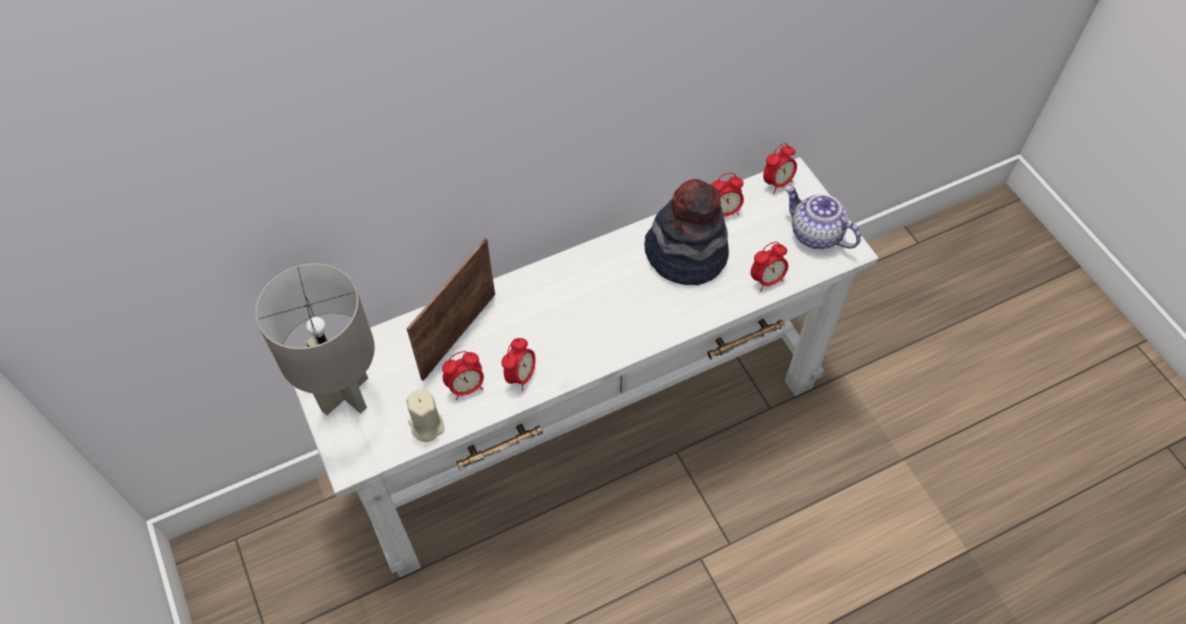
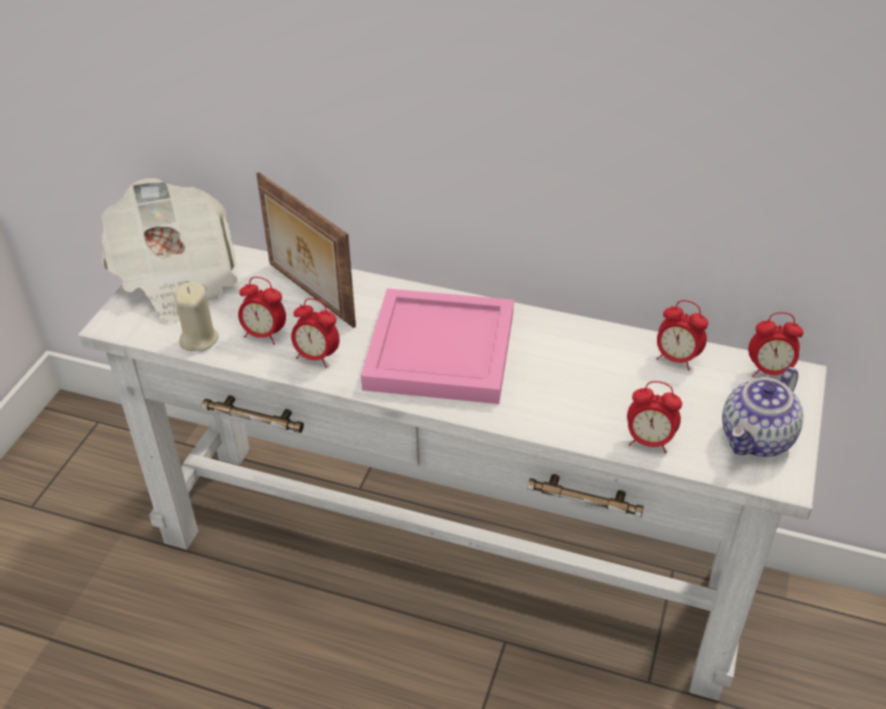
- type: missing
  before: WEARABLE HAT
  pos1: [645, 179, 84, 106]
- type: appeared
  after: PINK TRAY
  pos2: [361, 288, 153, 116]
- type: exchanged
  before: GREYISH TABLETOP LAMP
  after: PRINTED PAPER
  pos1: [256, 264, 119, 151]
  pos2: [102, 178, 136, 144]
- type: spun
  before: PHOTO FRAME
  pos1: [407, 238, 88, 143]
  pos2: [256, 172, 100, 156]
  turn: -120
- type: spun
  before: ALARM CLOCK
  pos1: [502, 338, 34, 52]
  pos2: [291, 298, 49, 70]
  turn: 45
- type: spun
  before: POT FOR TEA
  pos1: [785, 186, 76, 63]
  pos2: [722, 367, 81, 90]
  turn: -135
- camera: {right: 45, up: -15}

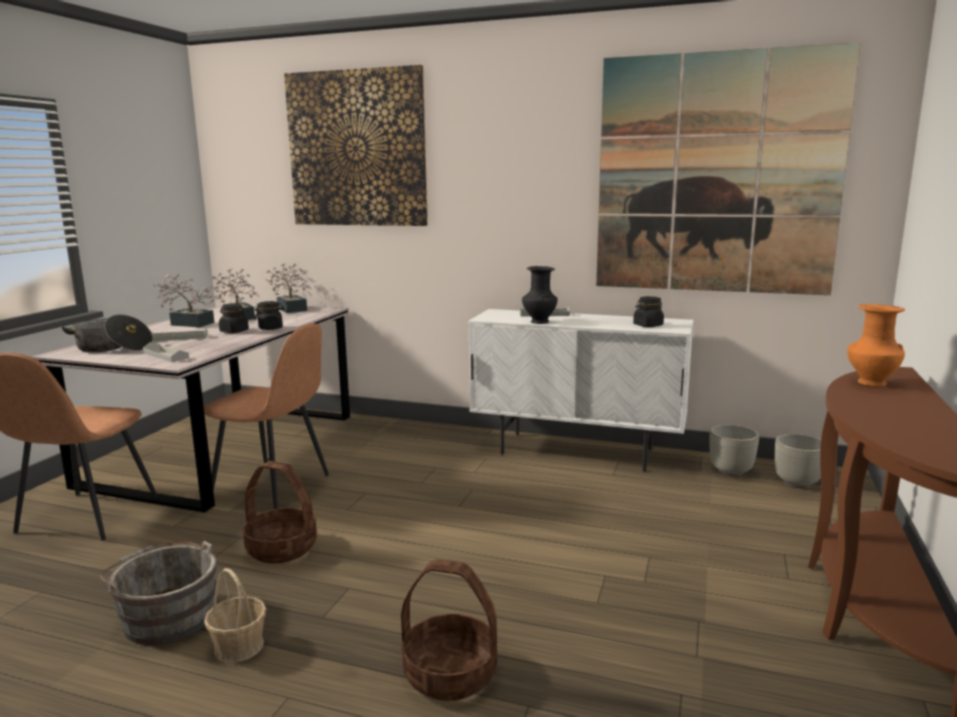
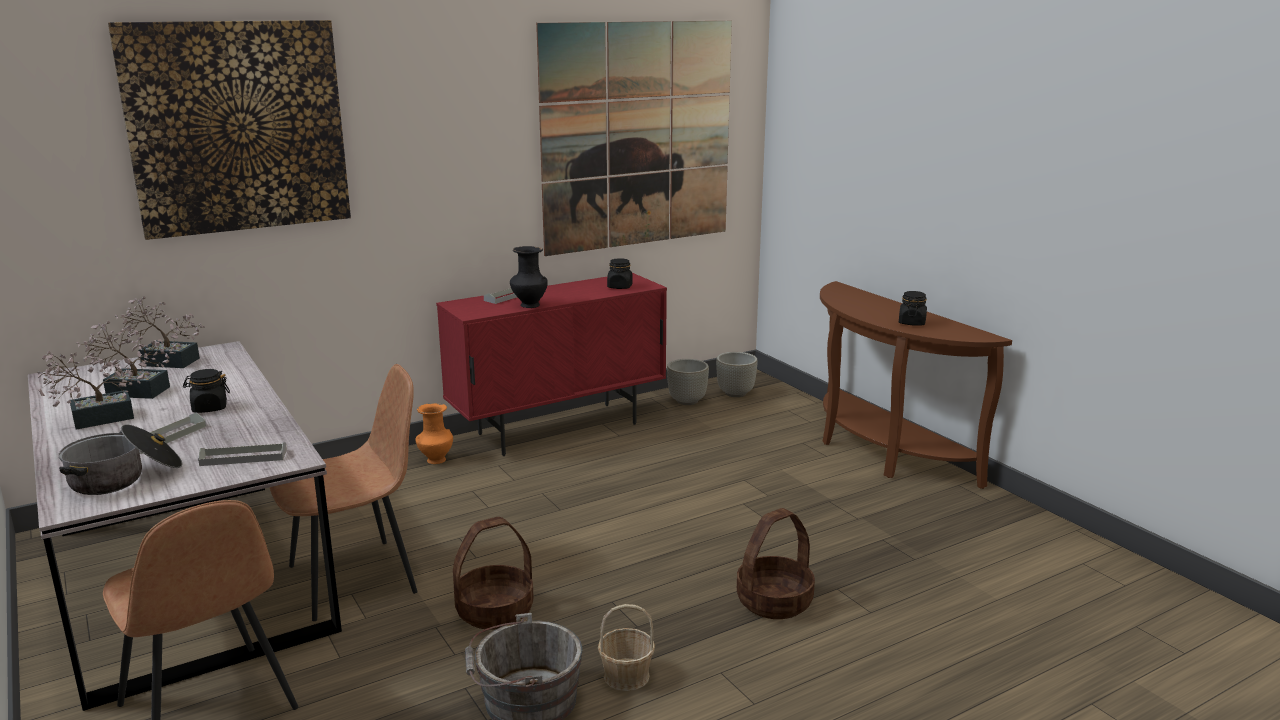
- type: relocated
  before: BLACK JAR
  pos1: [255, 301, 30, 29]
  pos2: [899, 291, 28, 35]
- type: relocated
  before: ORANGE VASE
  pos1: [847, 304, 58, 83]
  pos2: [415, 403, 38, 61]
- type: colour
  before: WHITISH CABINET
  after: REDDISH CABINET
  pos1: [468, 309, 226, 163]
  pos2: [436, 273, 231, 183]
- camera: {right: -50, up: 5}

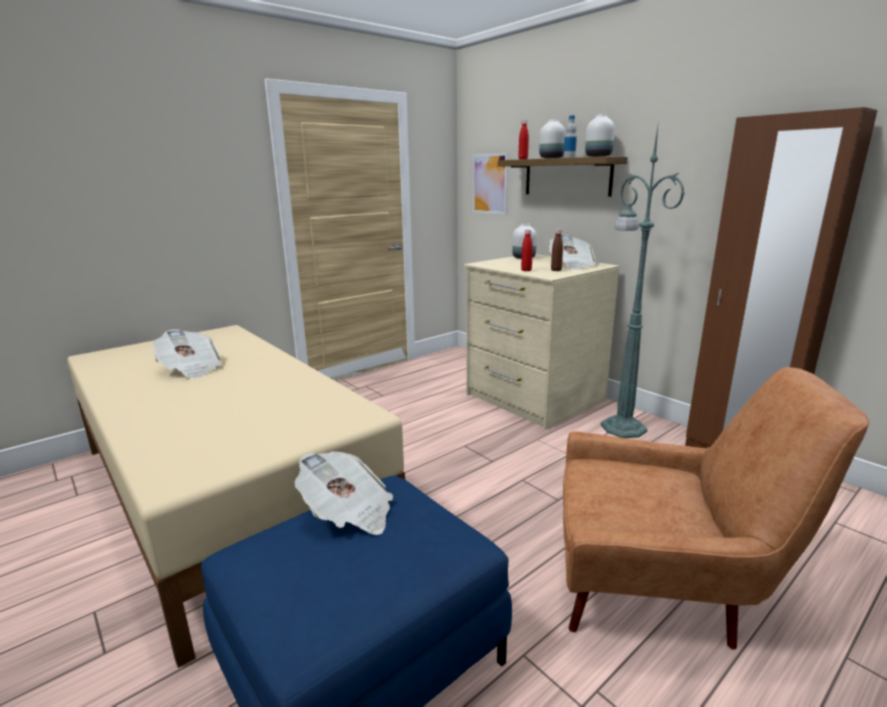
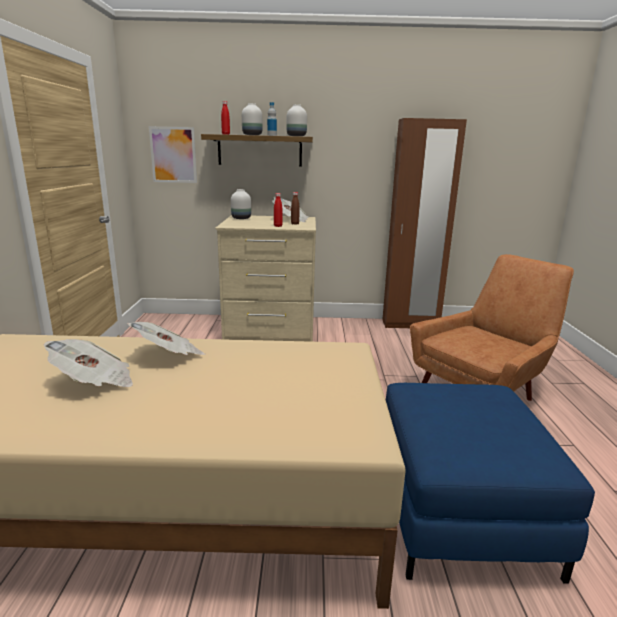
- type: missing
  before: GREEN STANDARD LAMP
  pos1: [601, 126, 84, 312]
- type: relocated
  before: PRINTED PAPER
  pos1: [294, 451, 99, 84]
  pos2: [127, 322, 79, 33]
- camera: {right: -50, up: 0}

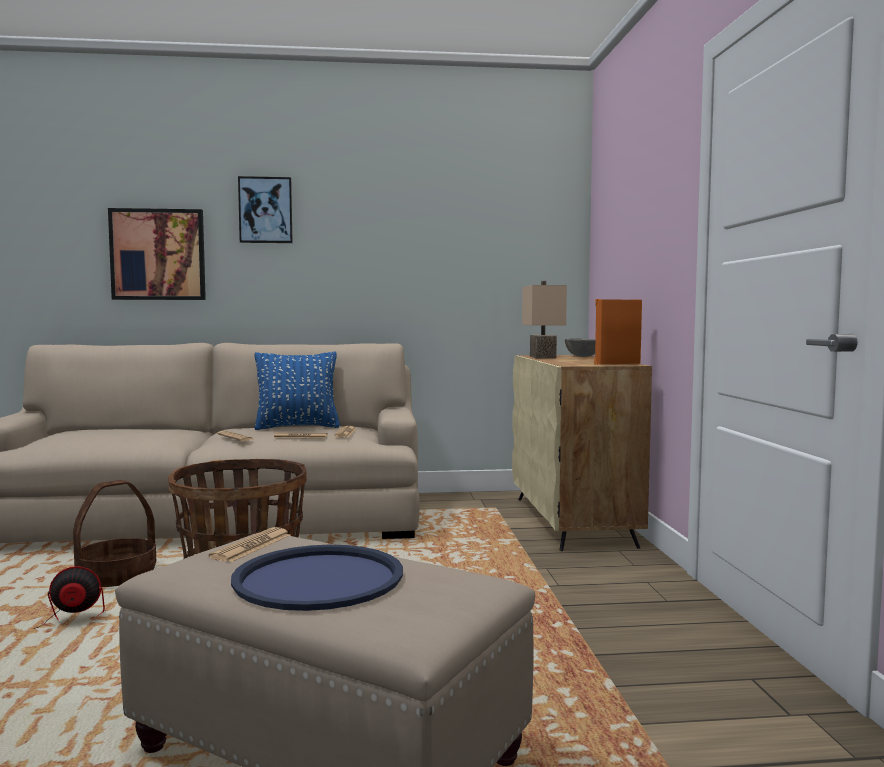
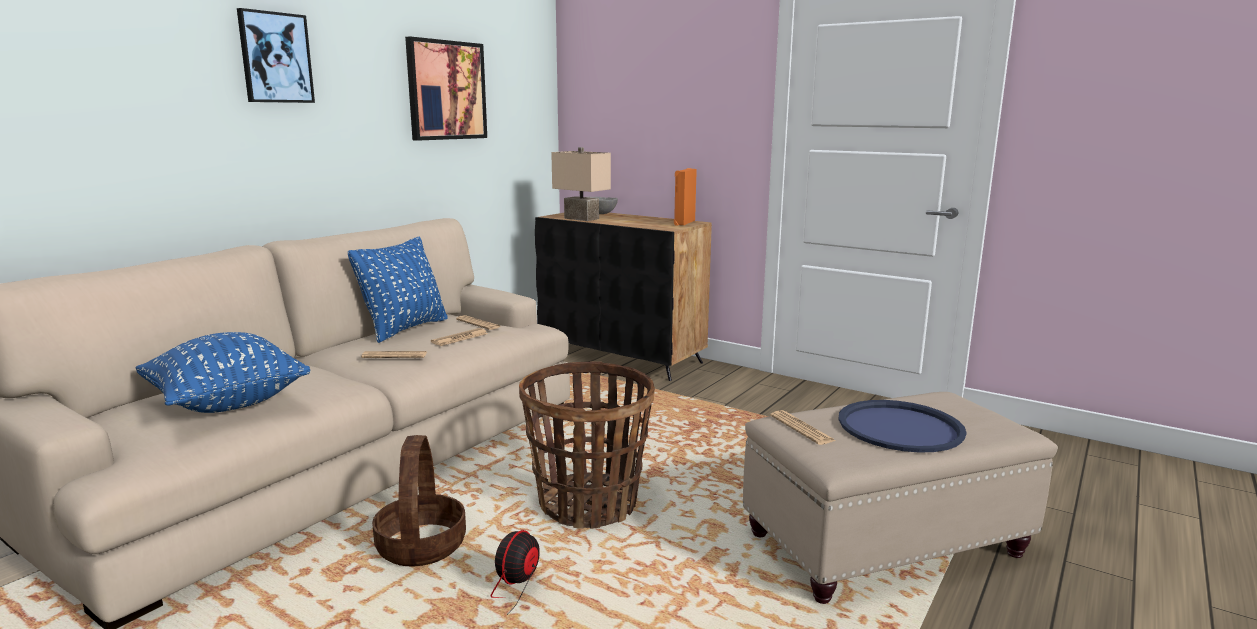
- type: appeared
  after: BLUE-COLOURED PILLOW
  pos2: [136, 332, 175, 81]
- type: relocated
  before: PICTURE
  pos1: [108, 208, 98, 92]
  pos2: [405, 36, 82, 105]
- type: colour
  before: BEIGE CABINET
  after: BLACK CABINET
  pos1: [512, 355, 140, 196]
  pos2: [535, 213, 177, 168]
- camera: {right: -50, up: 10}

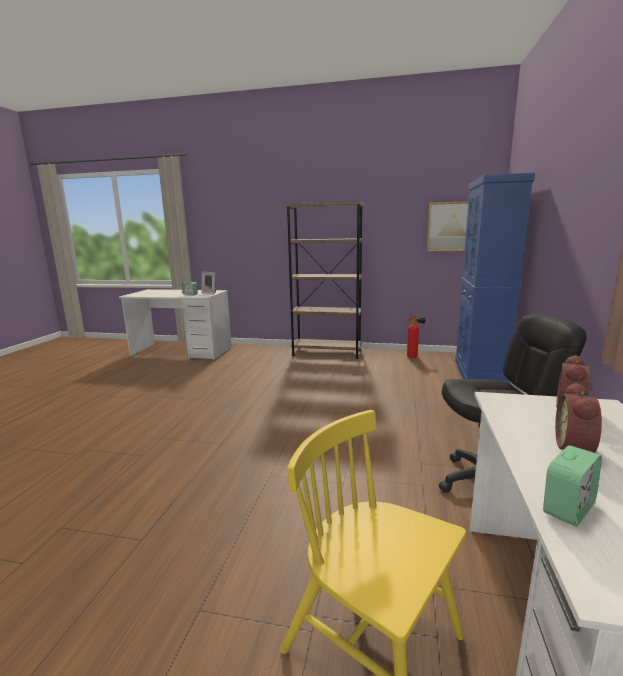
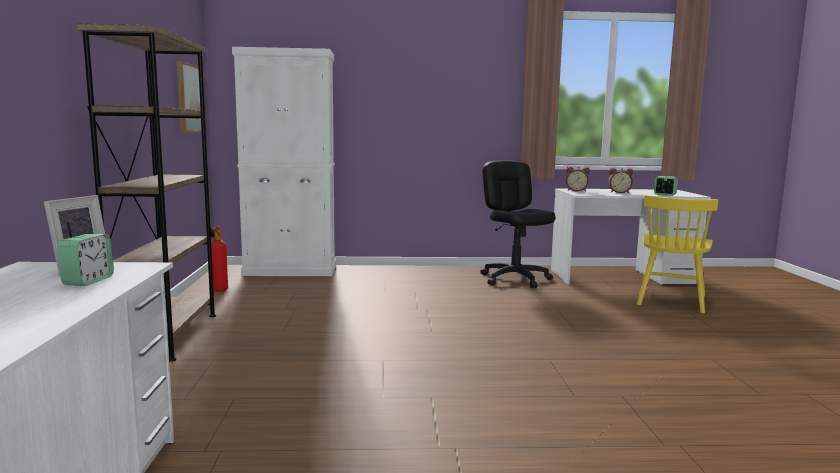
- type: colour
  before: BLUE-COLOURED CABINET
  after: WHITISH CABINET
  pos1: [455, 173, 80, 211]
  pos2: [232, 47, 104, 229]
- camera: {right: -105, up: -5}

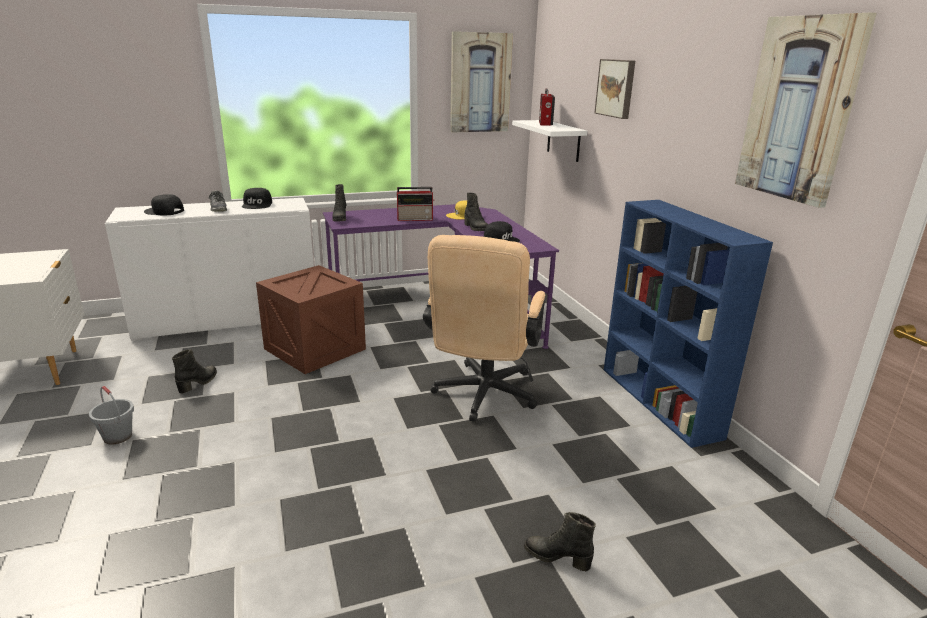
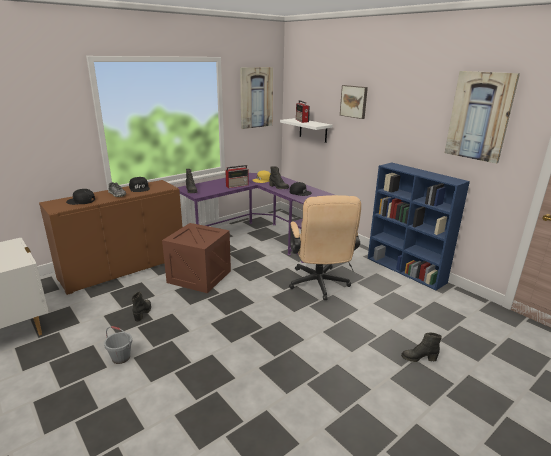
- type: colour
  before: WHITISH CABINET
  after: BROWN CABINET
  pos1: [105, 198, 209, 143]
  pos2: [39, 180, 144, 115]
- camera: {right: -20, up: 0}

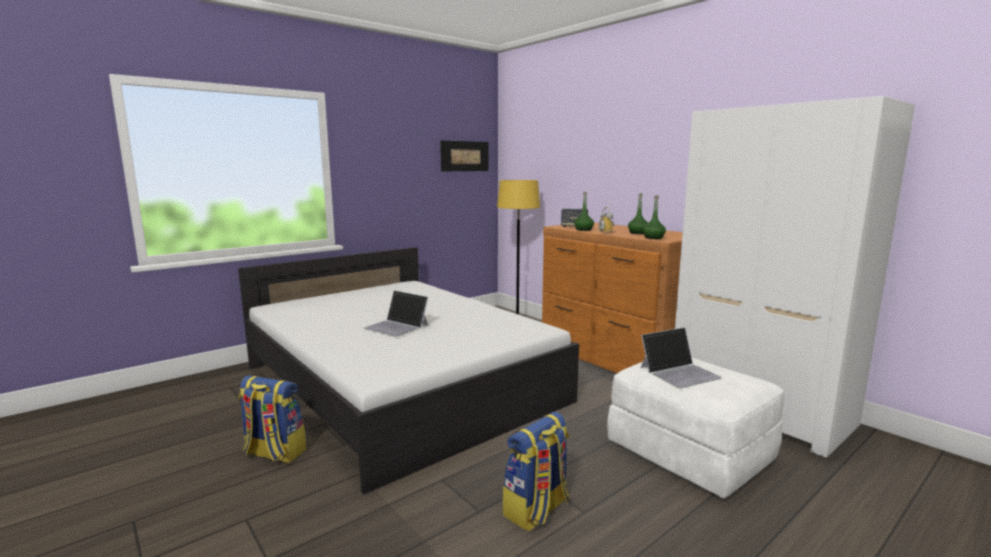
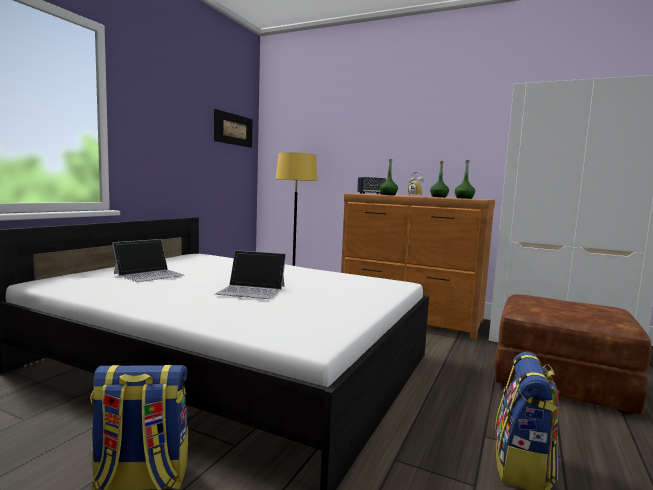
- type: relocated
  before: PORTABLE COMPUTER
  pos1: [640, 327, 82, 61]
  pos2: [112, 239, 72, 43]
- type: colour
  before: WHITISH OTTOMAN
  after: BROWN OTTOMAN
  pos1: [607, 357, 177, 142]
  pos2: [494, 294, 157, 121]
- camera: {right: -25, up: -5}

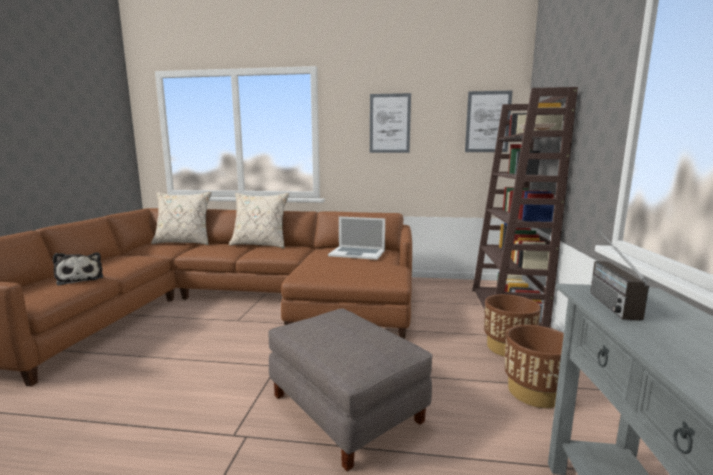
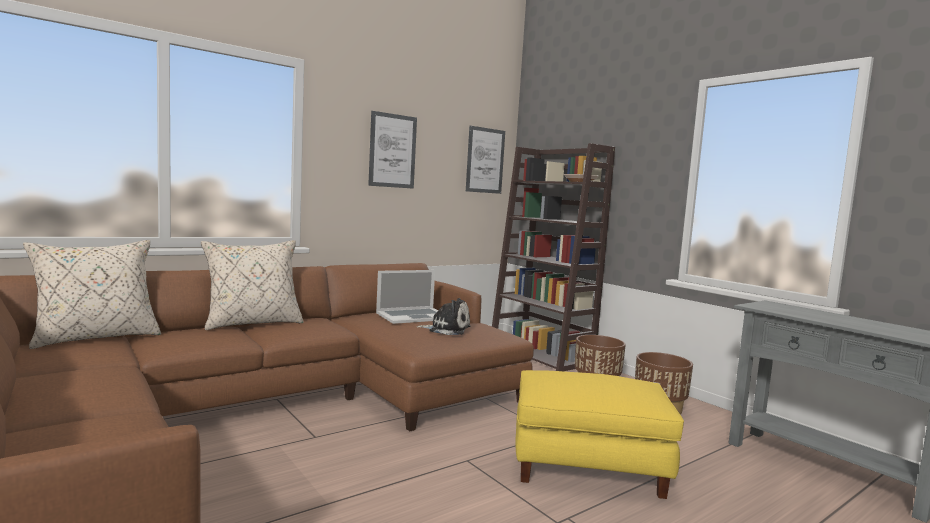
- type: missing
  before: RADIO
  pos1: [590, 229, 59, 91]
- type: relocated
  before: SOFT TOY
  pos1: [53, 252, 50, 34]
  pos2: [418, 298, 52, 37]
- type: colour
  before: GREYISH OTTOMAN
  after: YELLOW OTTOMAN
  pos1: [268, 308, 165, 163]
  pos2: [515, 370, 169, 129]
- camera: {right: -45, up: -5}

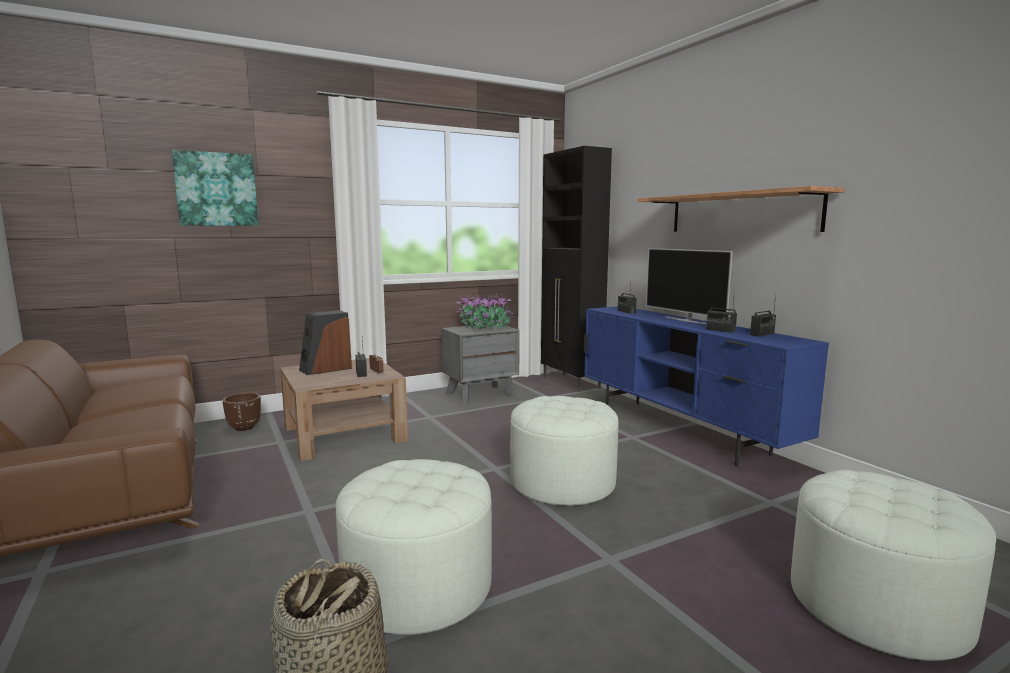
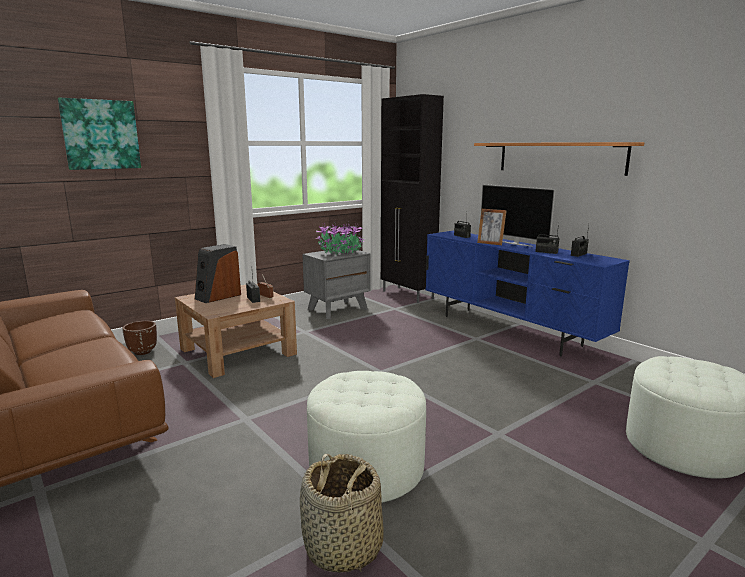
- type: missing
  before: WHITISH OTTOMAN
  pos1: [510, 396, 109, 110]
- type: appeared
  after: PHOTO FRAME
  pos2: [477, 209, 30, 36]
- camera: {right: -10, up: 5}

